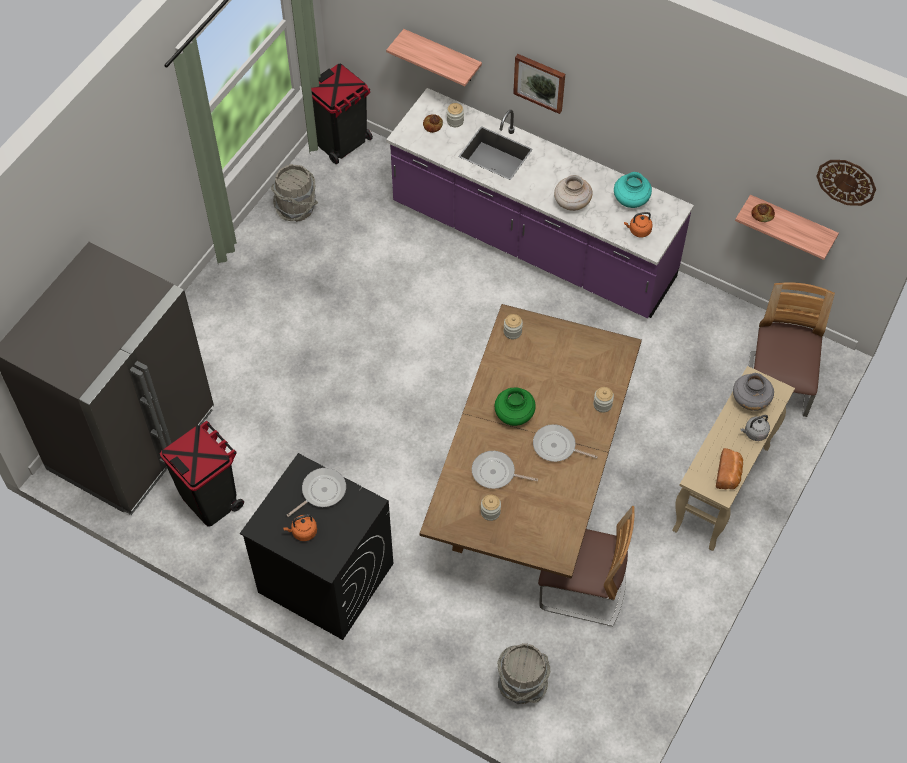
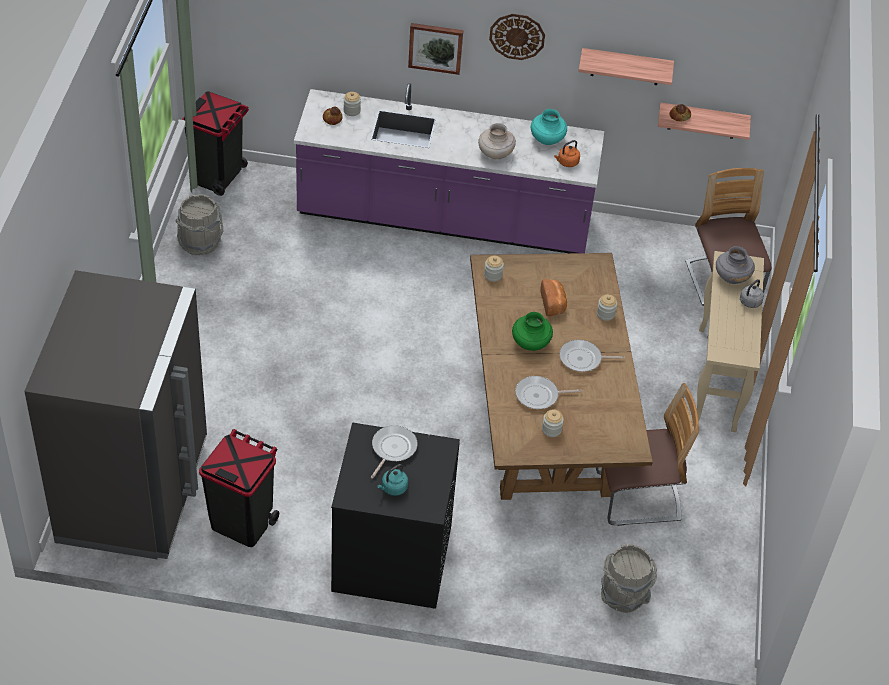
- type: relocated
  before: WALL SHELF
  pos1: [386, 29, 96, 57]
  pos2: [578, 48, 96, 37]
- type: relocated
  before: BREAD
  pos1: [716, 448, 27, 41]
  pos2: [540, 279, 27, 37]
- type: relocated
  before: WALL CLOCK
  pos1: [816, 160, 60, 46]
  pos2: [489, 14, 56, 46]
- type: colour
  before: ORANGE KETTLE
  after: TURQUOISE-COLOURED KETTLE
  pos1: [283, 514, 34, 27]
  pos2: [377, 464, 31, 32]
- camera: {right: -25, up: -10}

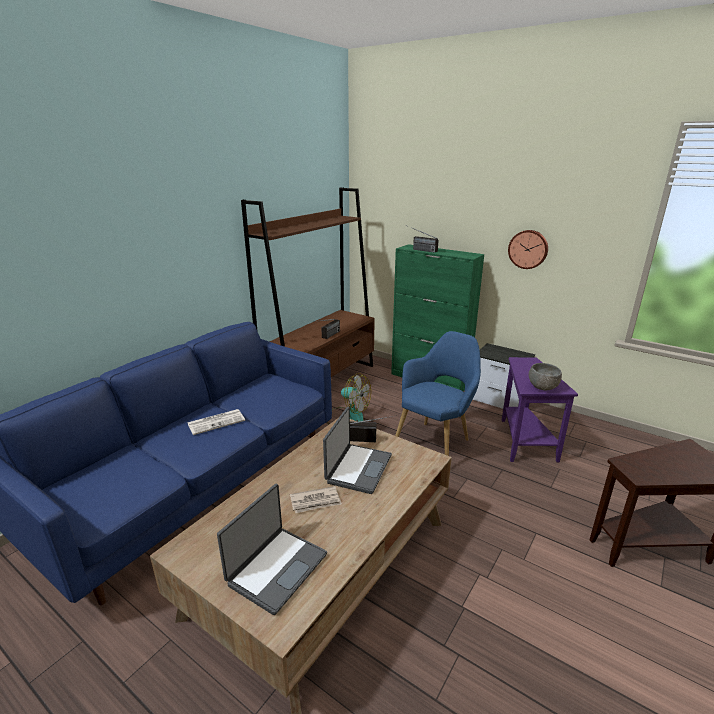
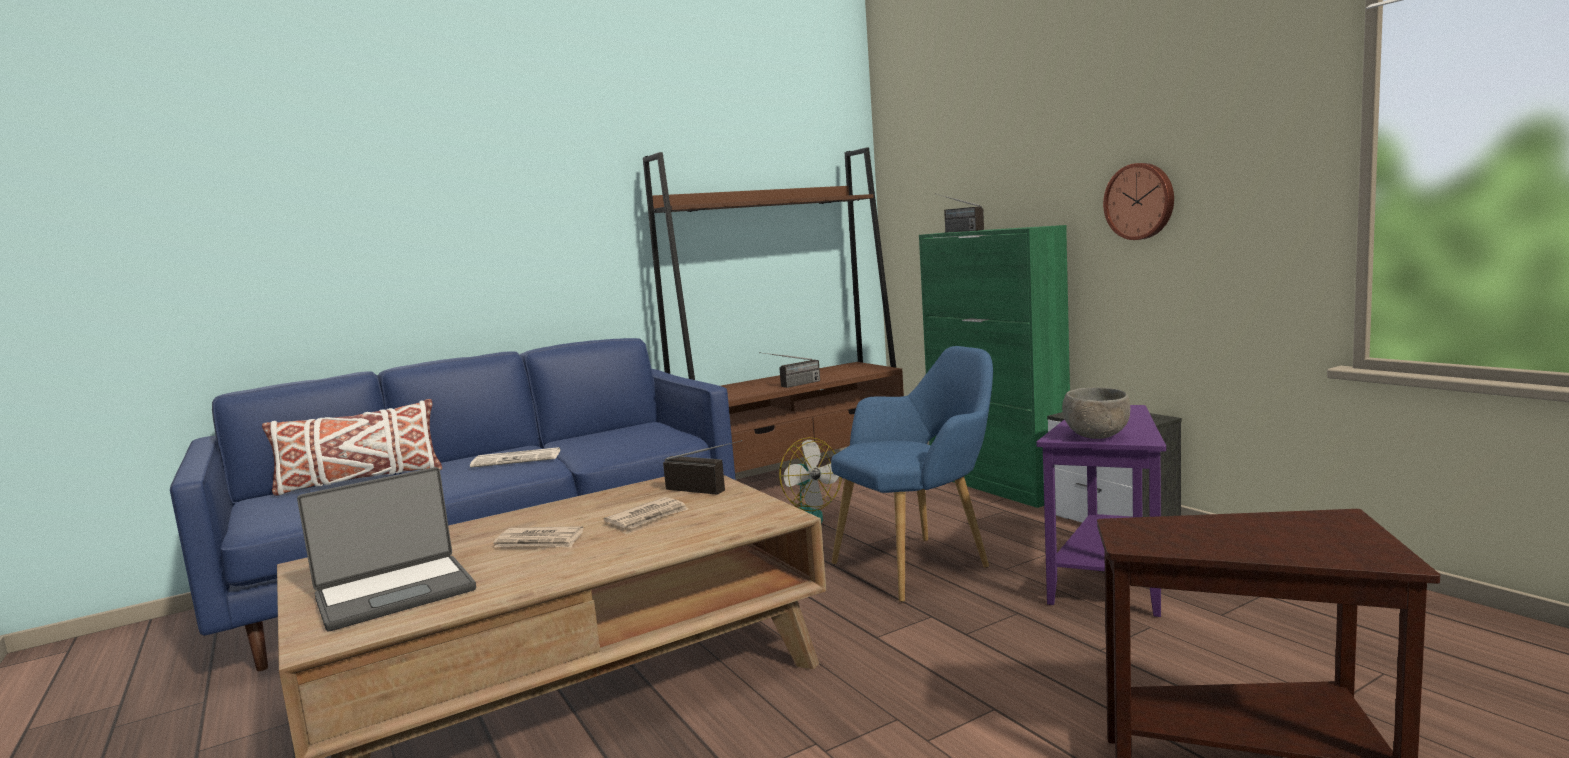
- type: appeared
  after: WHITISH PILLOW
  pos2: [262, 399, 180, 97]
- type: exchanged
  before: PORTABLE COMPUTER
  after: PRINTED PAPER
  pos1: [323, 407, 69, 87]
  pos2: [604, 497, 84, 32]
- camera: {right: 25, up: -15}

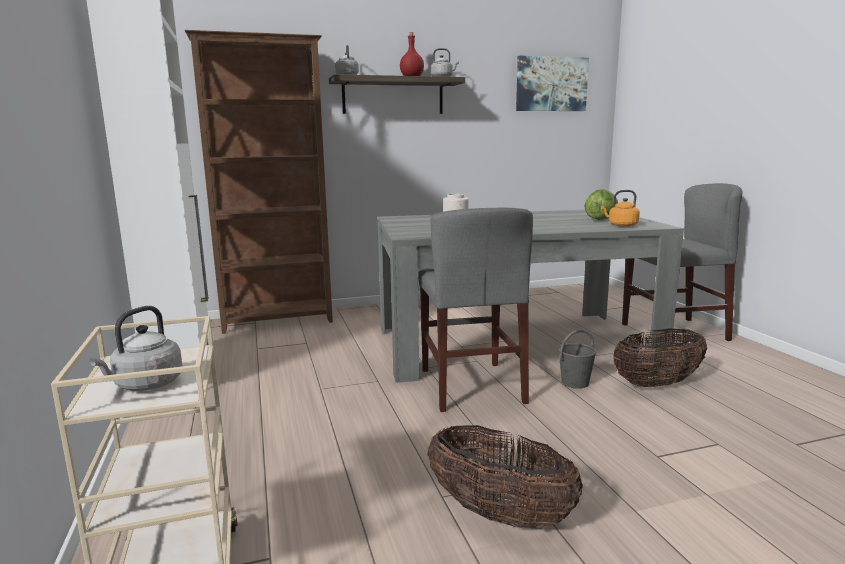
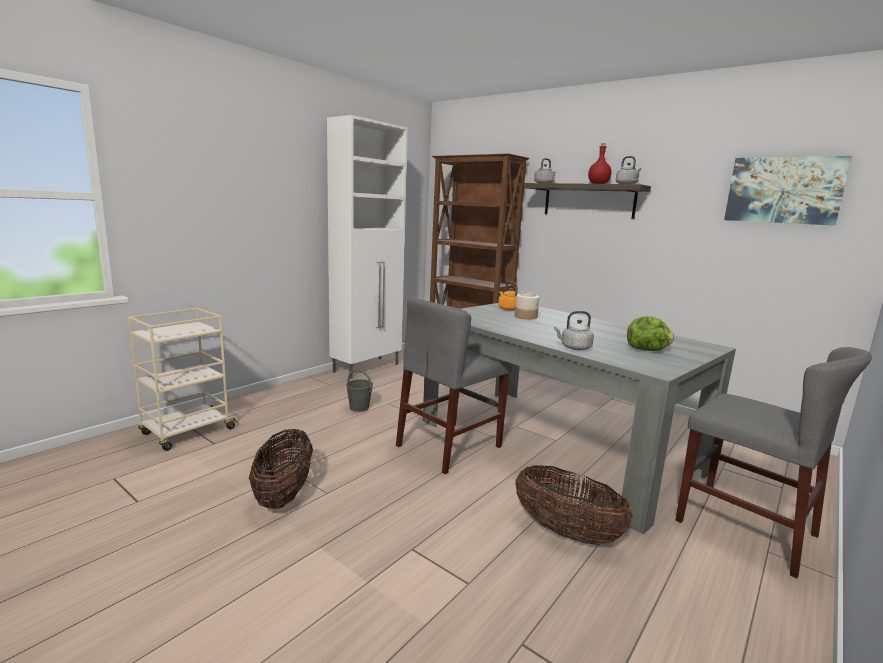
- type: relocated
  before: GREYISH KETTLE
  pos1: [89, 306, 93, 85]
  pos2: [554, 311, 40, 39]
- type: relocated
  before: GREYISH BUCKET
  pos1: [558, 329, 39, 60]
  pos2: [346, 369, 27, 43]
- type: relocated
  before: ORANGE KETTLE
  pos1: [601, 190, 39, 37]
  pos2: [498, 281, 20, 30]
- camera: {right: 55, up: 0}

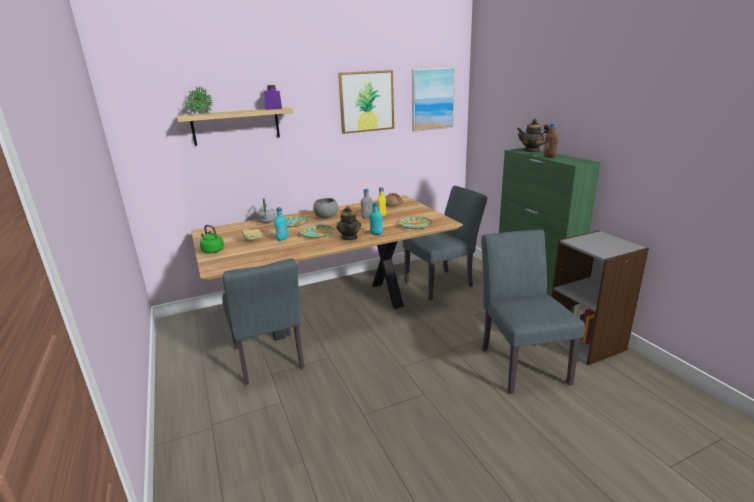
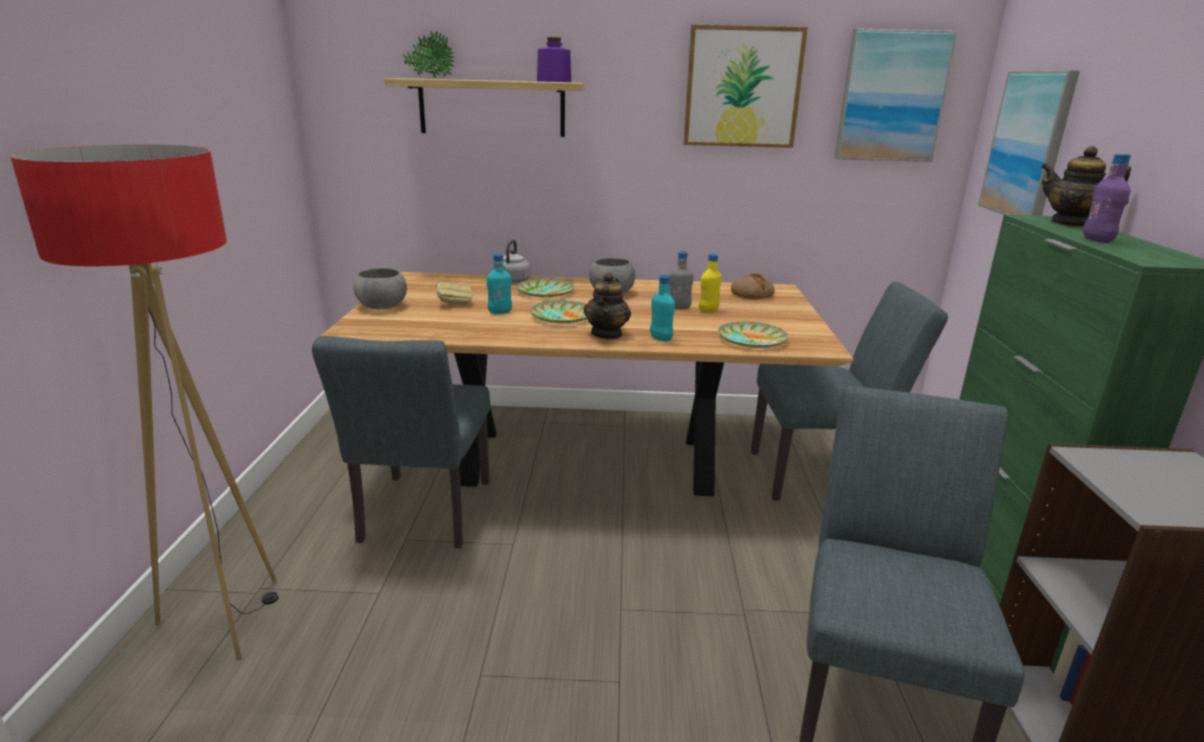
- type: appeared
  after: STANDARD LAMP
  pos2: [10, 145, 269, 515]
- type: appeared
  after: PICTURE
  pos2: [978, 71, 102, 145]
- type: exchanged
  before: GREEN KETTLE
  after: GREYISH BOWL
  pos1: [200, 225, 24, 29]
  pos2: [353, 268, 54, 41]
- type: colour
  before: BROWN DRINK BOTTLE
  after: PURPLE DRINK BOTTLE
  pos1: [543, 123, 16, 35]
  pos2: [1083, 153, 48, 90]
- camera: {right: 25, up: 0}

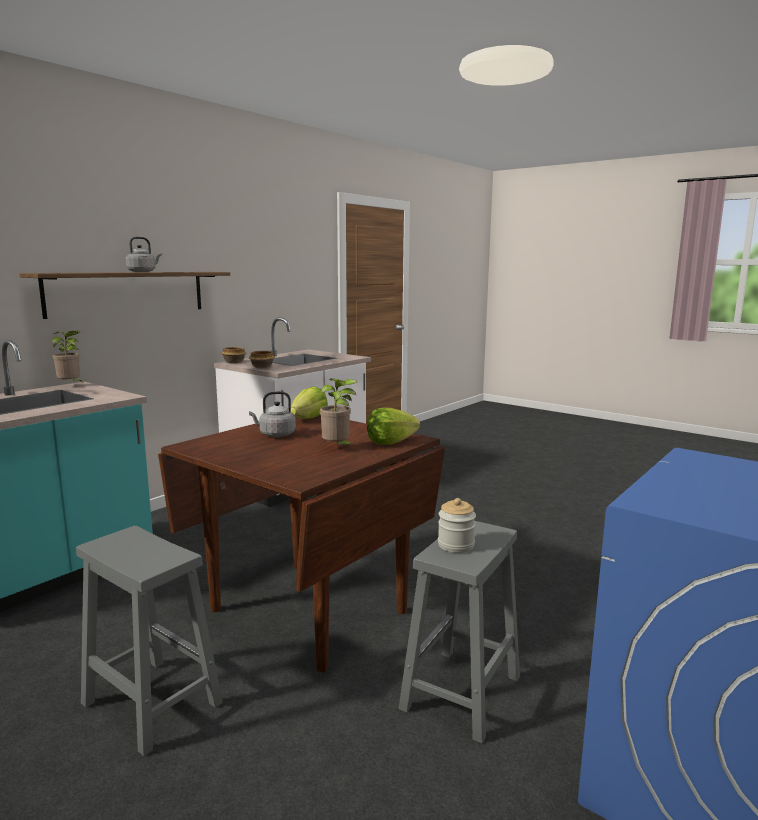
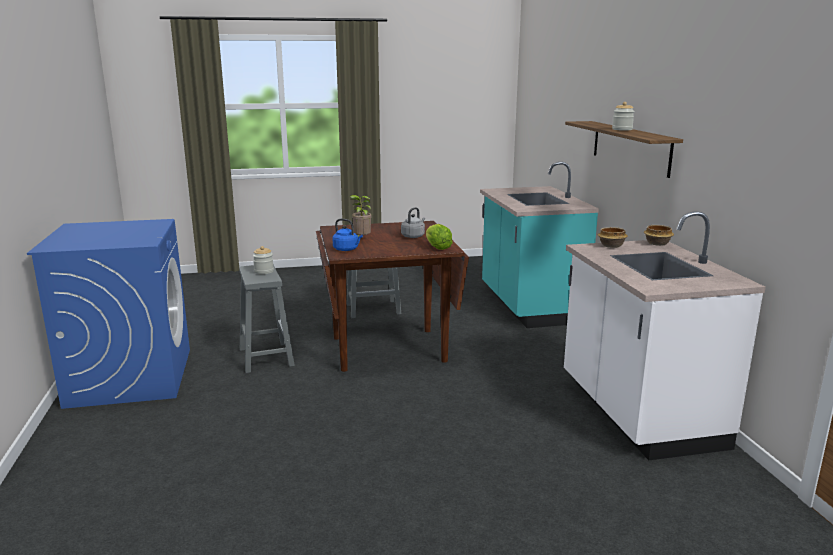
- type: missing
  before: POTTED PLANT
  pos1: [51, 330, 31, 52]
- type: exchanged
  before: GREYISH KETTLE
  after: JAR
  pos1: [126, 237, 36, 35]
  pos2: [612, 102, 23, 29]
- type: exchanged
  before: HEAD OF LETTUCE
  after: BLUE-COLOURED KETTLE
  pos1: [367, 408, 53, 37]
  pos2: [333, 219, 30, 32]
- camera: {right: 130, up: 5}

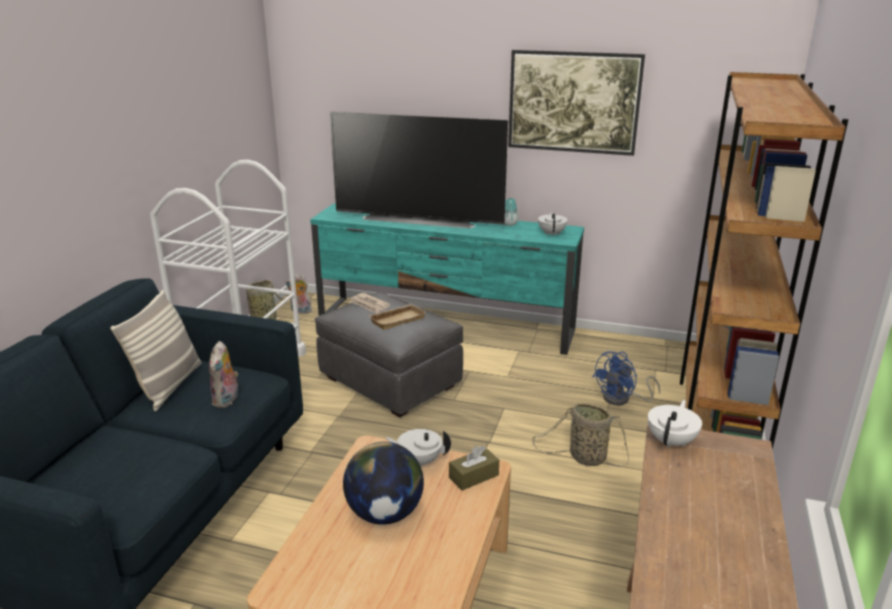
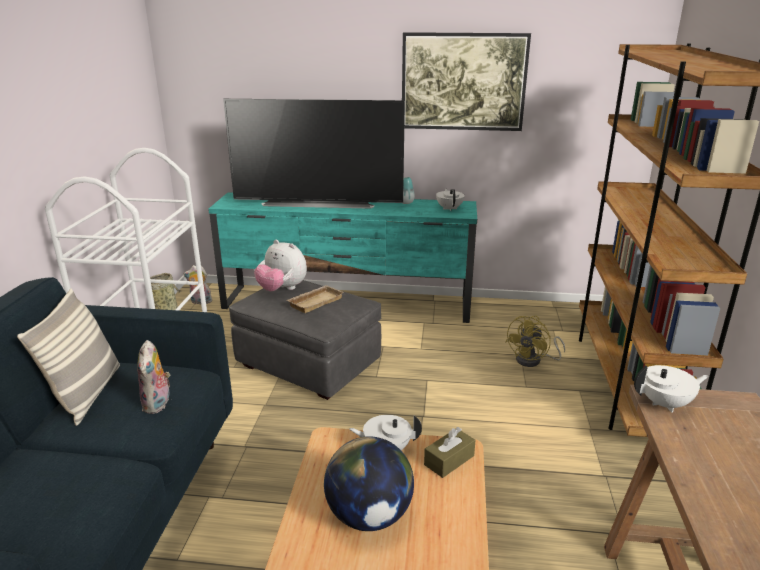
- type: missing
  before: HOUSEHOLD BASKET
  pos1: [532, 403, 97, 64]
- type: exchanged
  before: PRINTED PAPER
  after: SOFT TOY
  pos1: [349, 293, 41, 20]
  pos2: [254, 240, 53, 51]
- type: colour
  before: BLUE-COLOURED ELECTRIC FAN
  after: YELLOW ELECTRIC FAN
  pos1: [592, 351, 68, 55]
  pos2: [506, 315, 59, 52]
- type: spun
  before: WHITISH POT FOR TEA
  pos1: [648, 400, 54, 48]
  pos2: [634, 365, 75, 47]
  turn: 60
- camera: {right: -10, up: 0}

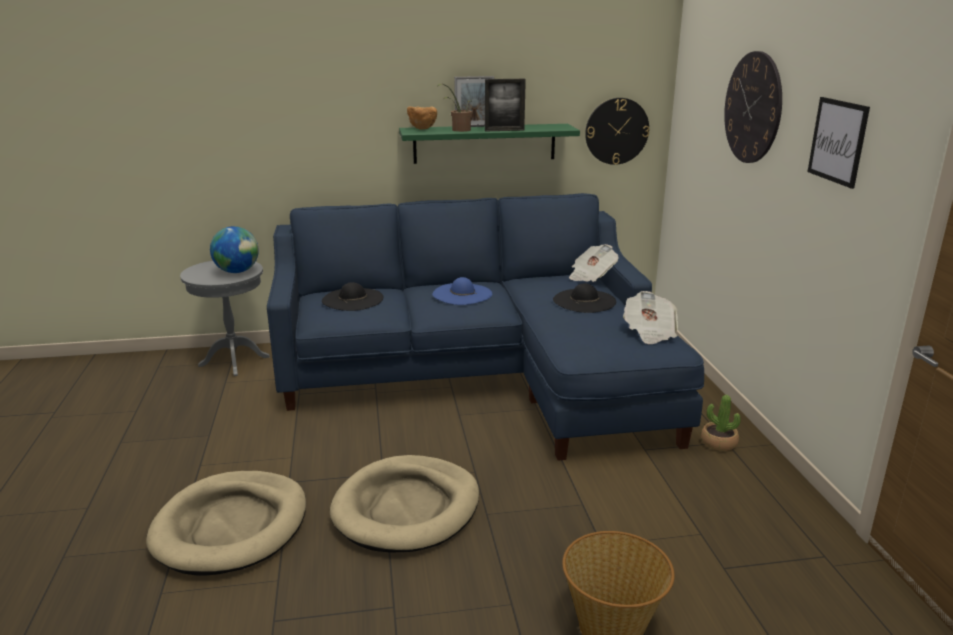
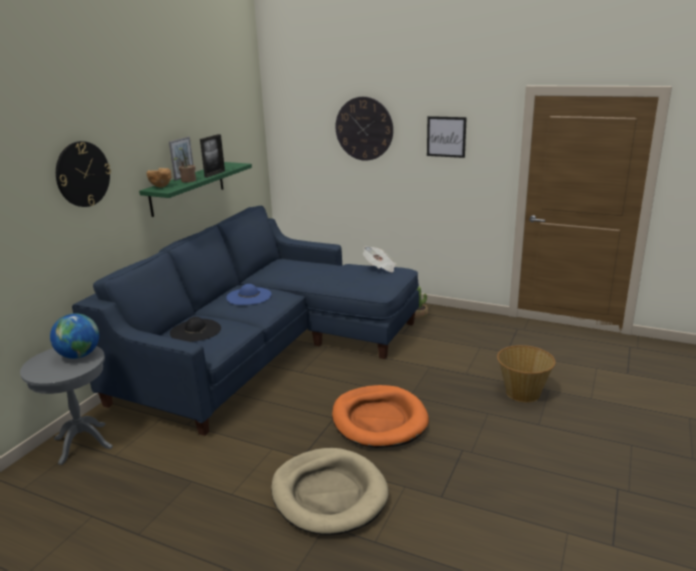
- type: missing
  before: BLACK WEARABLE HAT
  pos1: [553, 283, 63, 30]
- type: missing
  before: PRINTED PAPER
  pos1: [569, 244, 49, 38]
- type: relocated
  before: WALL CLOCK
  pos1: [585, 98, 64, 67]
  pos2: [56, 141, 55, 66]
- type: colour
  before: BEIGE DOG BED
  after: ORANGE DOG BED
  pos1: [330, 455, 149, 98]
  pos2: [332, 385, 97, 63]
- camera: {right: -55, up: 0}

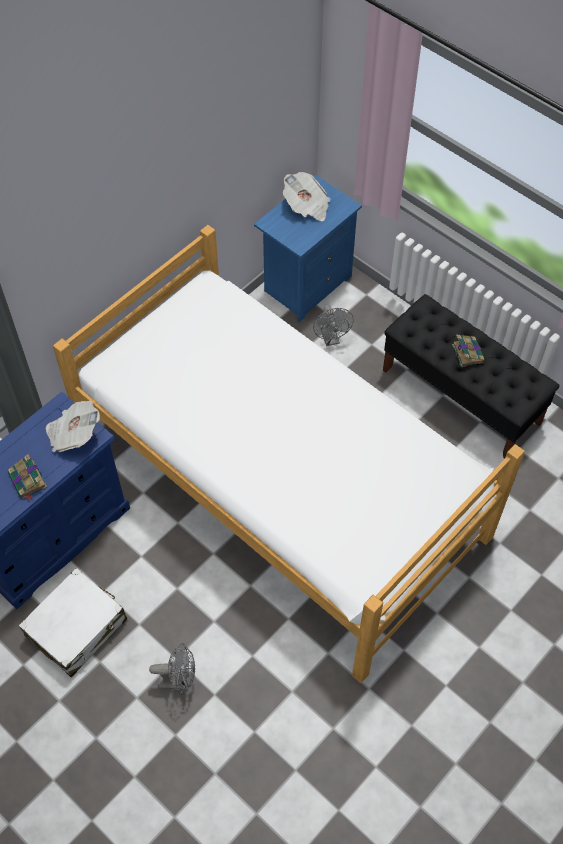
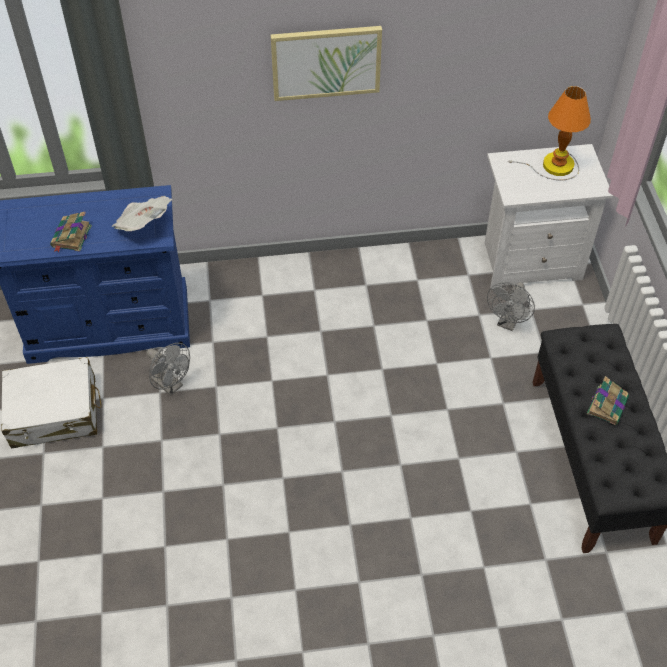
- type: missing
  before: SLEEPING BED
  pos1: [53, 225, 472, 458]
- type: appeared
  after: PICTURE
  pos2: [271, 26, 111, 75]
- type: relocated
  before: GREYISH ELECTRIC FAN
  pos1: [149, 643, 46, 52]
  pos2: [146, 343, 44, 53]
- type: exchanged
  before: PRINTED PAPER
  after: TABLETOP LAMP
  pos1: [283, 172, 47, 49]
  pos2: [507, 86, 84, 94]
- type: colour
  before: BLUE-COLOURED BEDSIDE TABLE
  after: WHITISH BEDSIDE TABLE
  pos1: [254, 175, 108, 147]
  pos2: [485, 144, 128, 145]
- camera: {right: 40, up: -5}

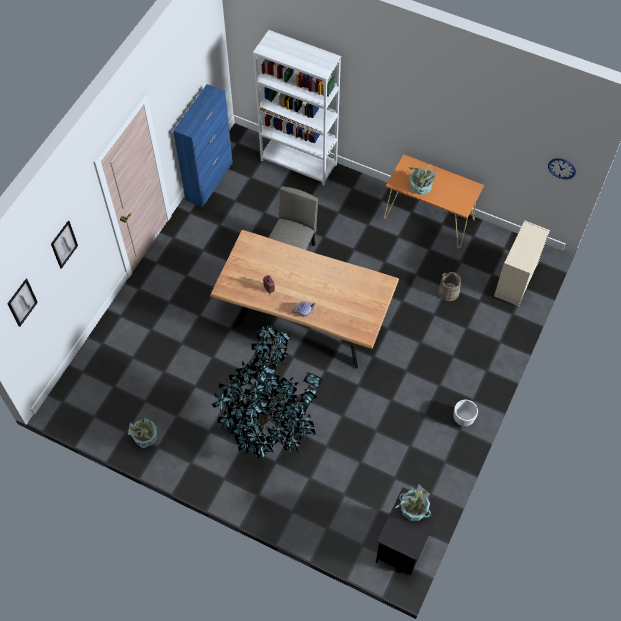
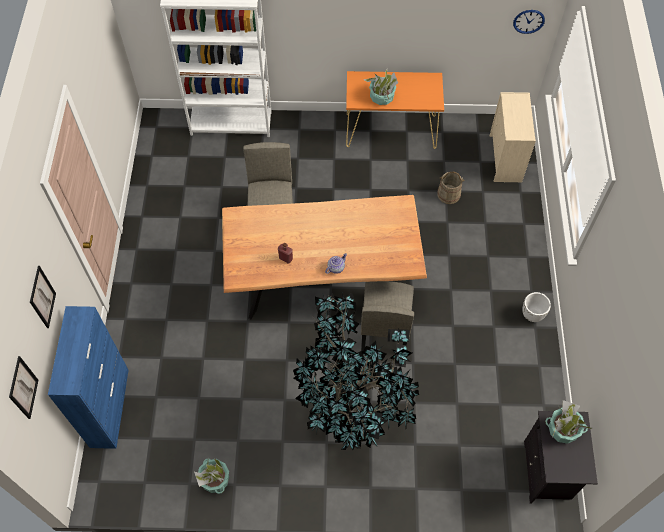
- type: appeared
  after: BEIGE CHAIR
  pos2: [361, 281, 53, 70]
- type: relocated
  before: BLUE-COLOURED CABINET
  pos1: [173, 84, 60, 123]
  pos2: [48, 306, 80, 143]
- camera: {right: -25, up: 0}

